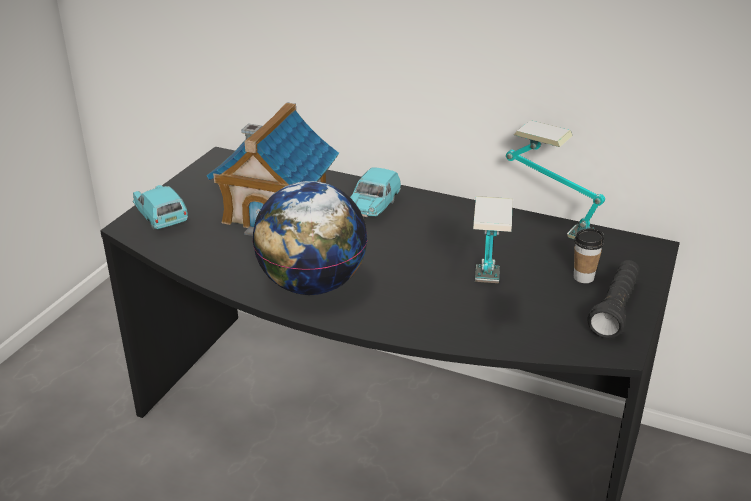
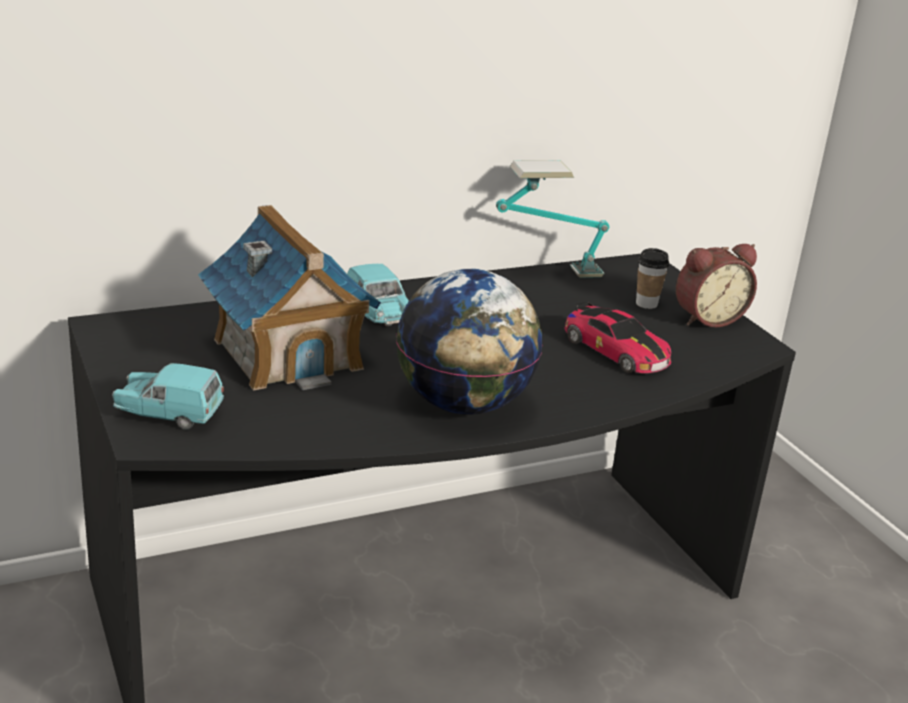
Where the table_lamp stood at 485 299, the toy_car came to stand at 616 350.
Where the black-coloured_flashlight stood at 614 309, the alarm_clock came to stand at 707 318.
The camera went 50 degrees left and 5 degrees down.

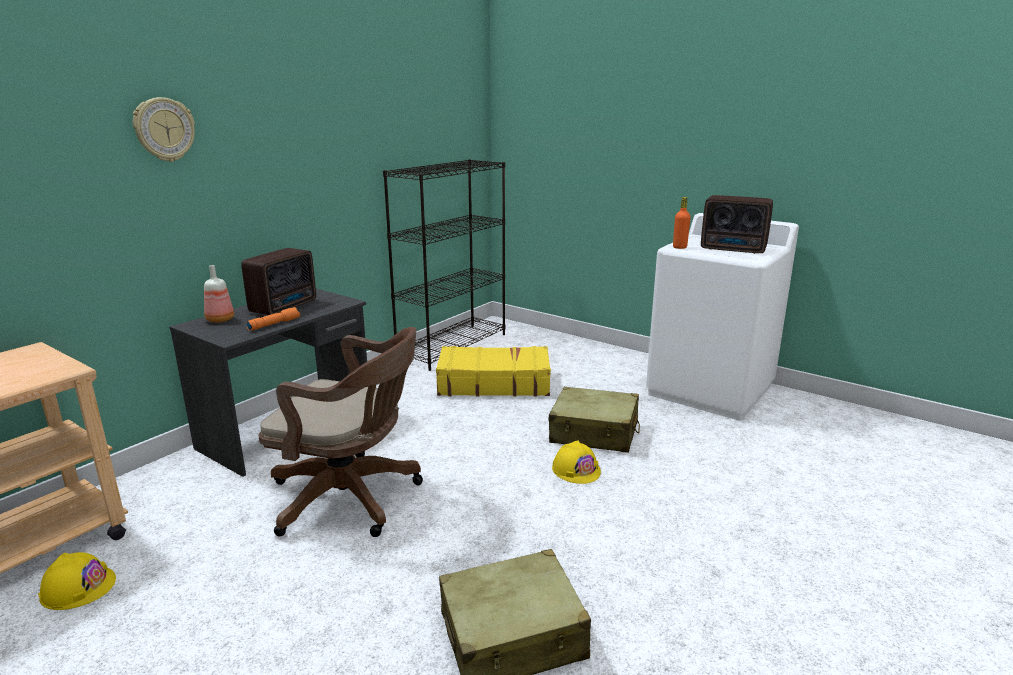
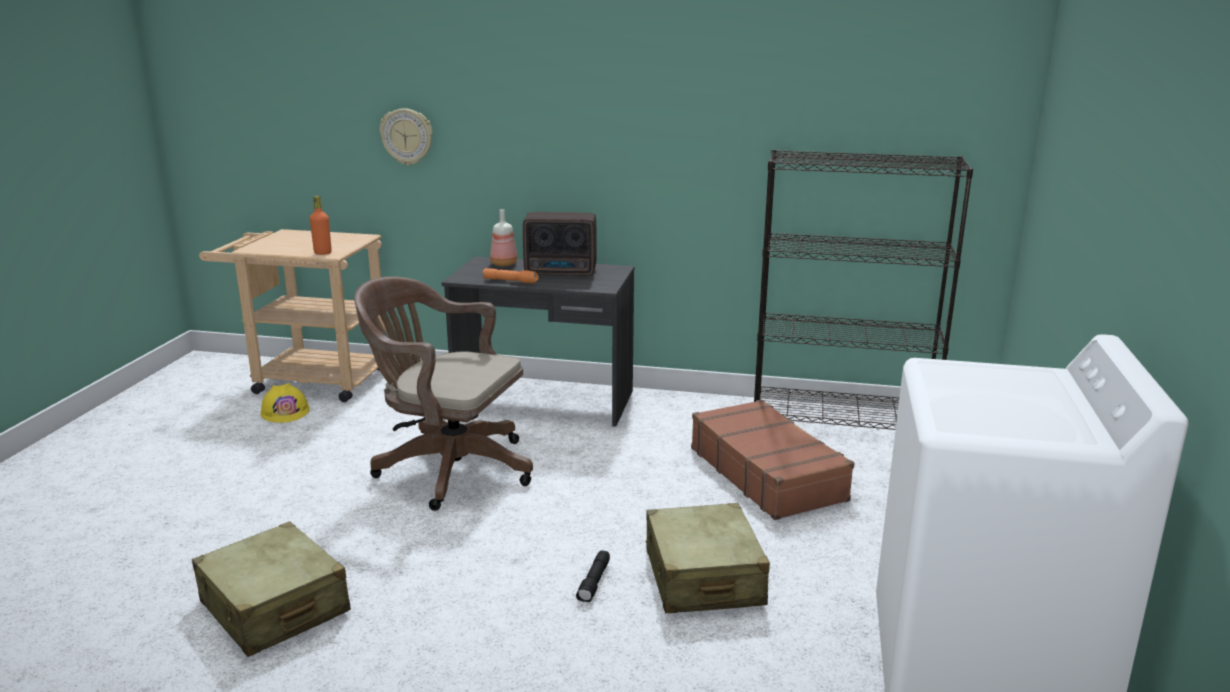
The wall_clock ended up elsewhere, having gone from 164 129 to 407 136.
The second view lost the radio_receiver at 734 250.
The orange-coloured_bottle ended up elsewhere, having gone from 679 247 to 323 253.
The brownish_desk_chair at 352 498 ended up facing another way, 120 degrees clockwise from before.
What was the yellow-coloured_suitcase at 493 383 turned into the brownish_suitcase at 767 473.
Where the yellow-coloured_hard_hat stood at 576 469, the black-coloured_flashlight came to stand at 594 583.
The camera went 65 degrees right and 0 degrees up.

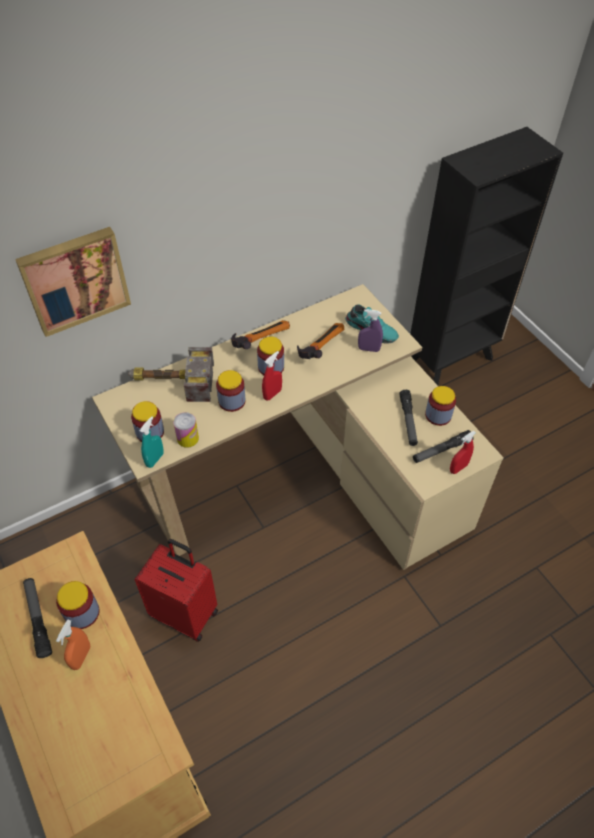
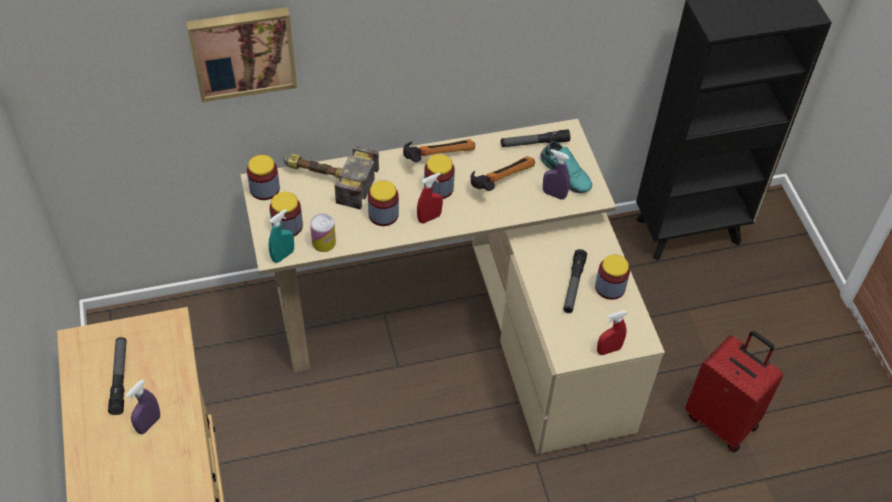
The flashlight ended up elsewhere, having gone from 441 450 to 534 143.
The reddish_suitcase ended up elsewhere, having gone from 186 613 to 722 420.
The jar ended up elsewhere, having gone from 82 613 to 264 189.
What was the orange-coloured_hand_sprayer at 81 657 turned into the purple_hand_sprayer at 149 424.
The camera went 15 degrees right and 0 degrees up.

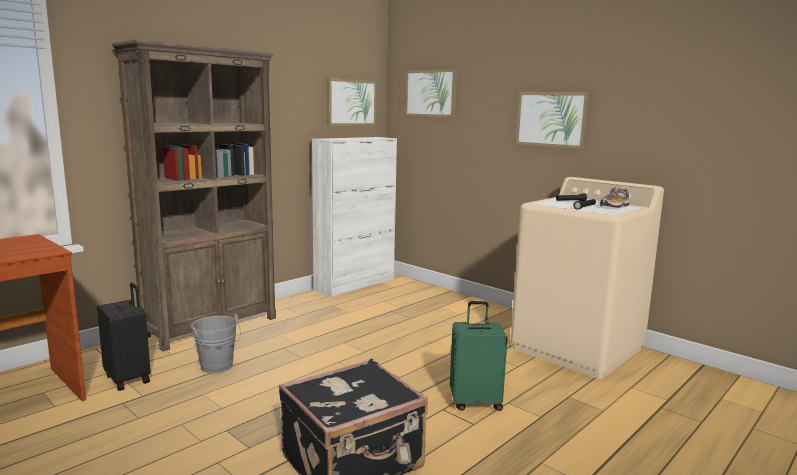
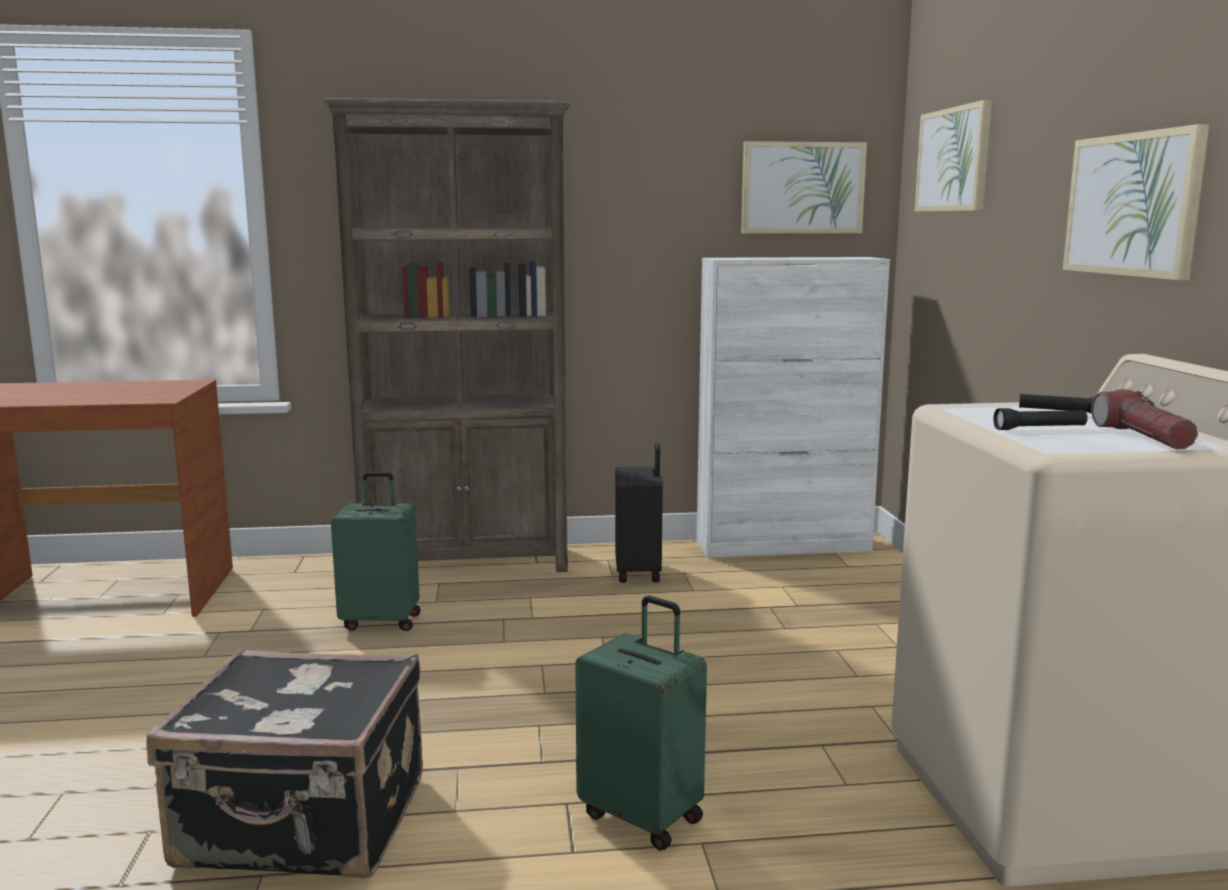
Where the low_shoe stood at 614 206, the flashlight came to stand at 1142 437.
The black-coloured_suitcase ended up elsewhere, having gone from 129 378 to 639 572.
Where the gray_pail stood at 218 367, the green-coloured_suitcase came to stand at 381 621.
The camera went 40 degrees right and 0 degrees up.

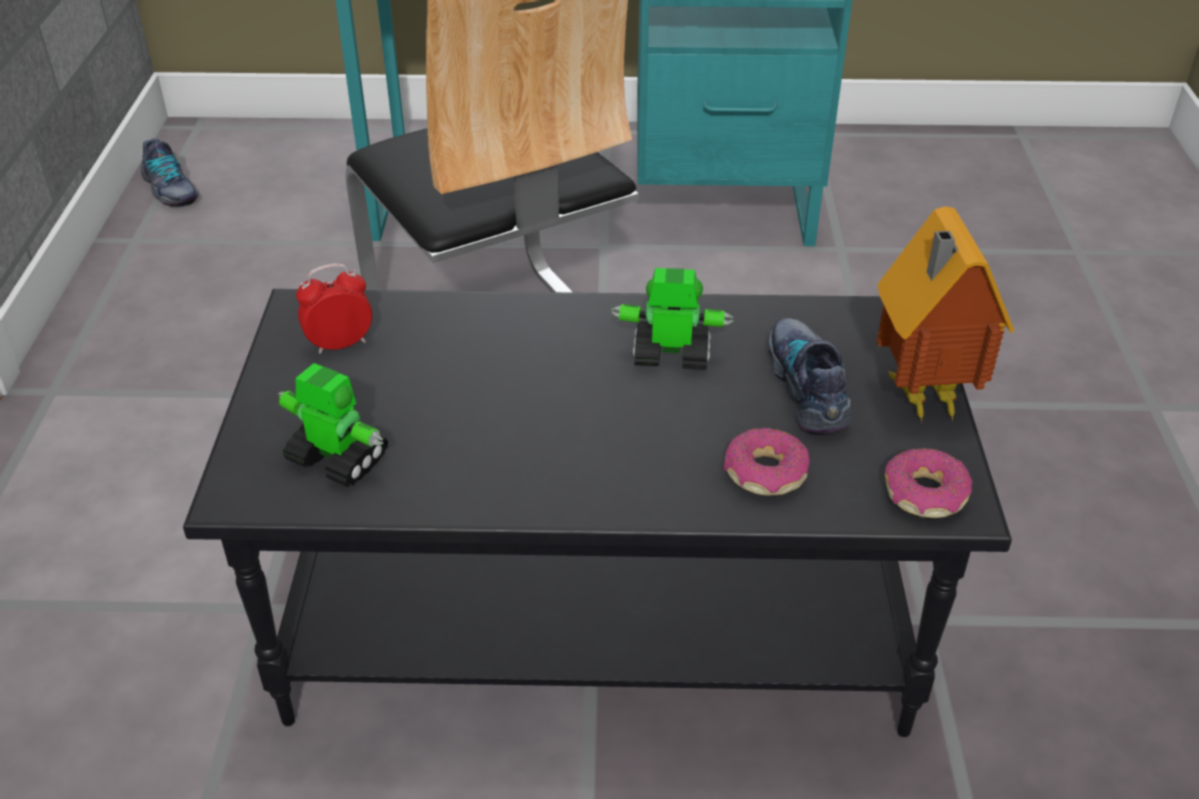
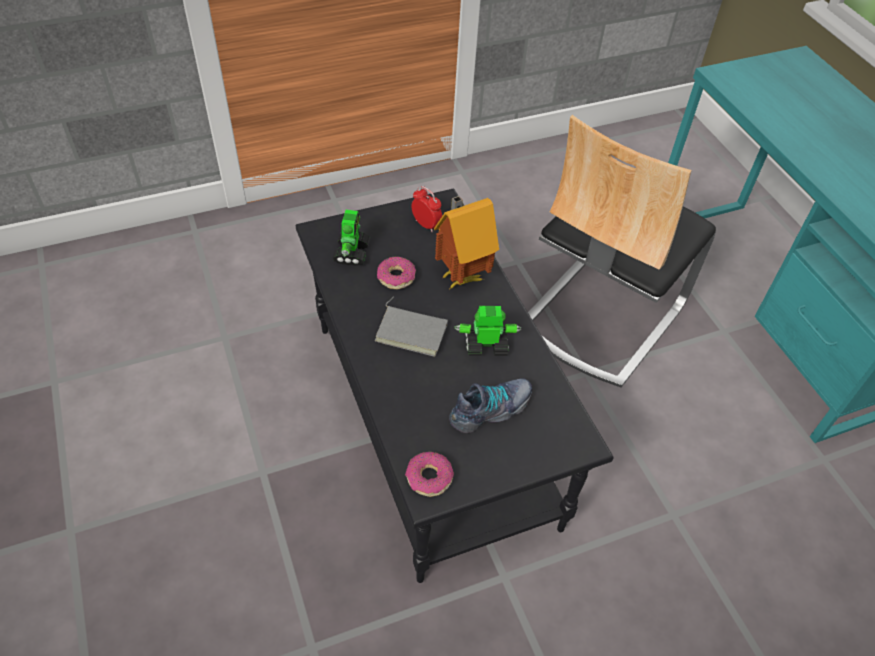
The second view lost the low_shoe at 170 190.
The model_house ended up elsewhere, having gone from 919 397 to 460 276.
The robot_figure at 670 354 ended up facing another way, 75 degrees counterclockwise from before.
The donut ended up elsewhere, having gone from 765 473 to 396 277.
The second view gained the gray_volume at 412 331.
The camera went 65 degrees right and 10 degrees up.

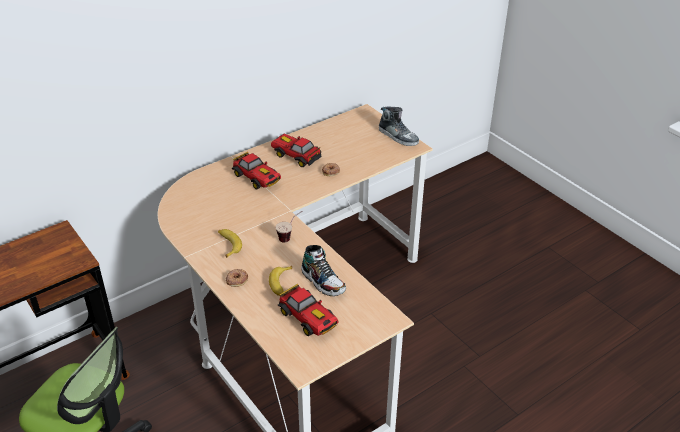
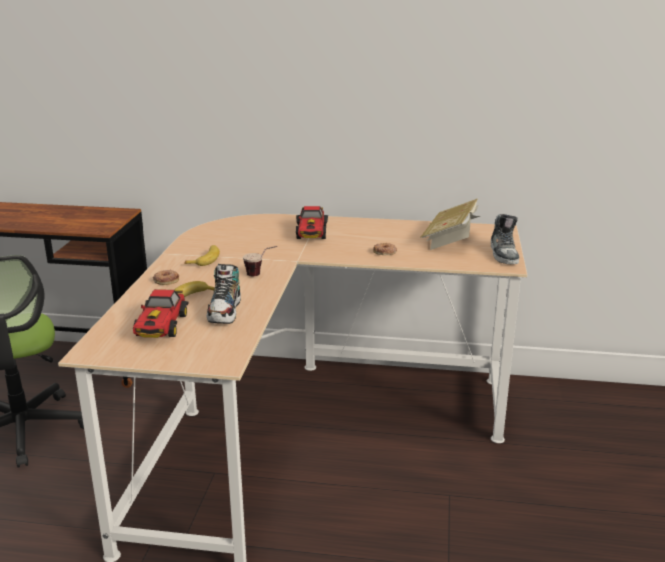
The second view lost the toy_car at 295 156.
The second view gained the volume at 451 240.
The camera went 45 degrees right and 15 degrees down.

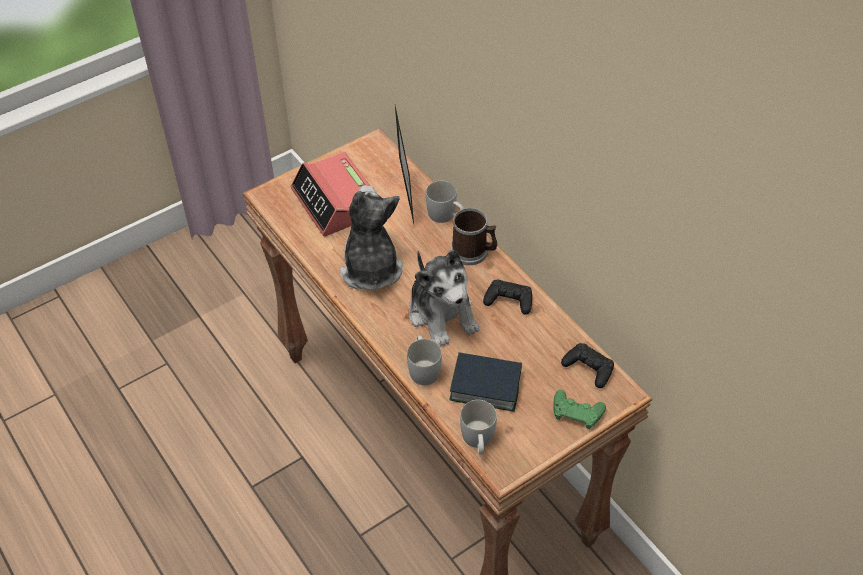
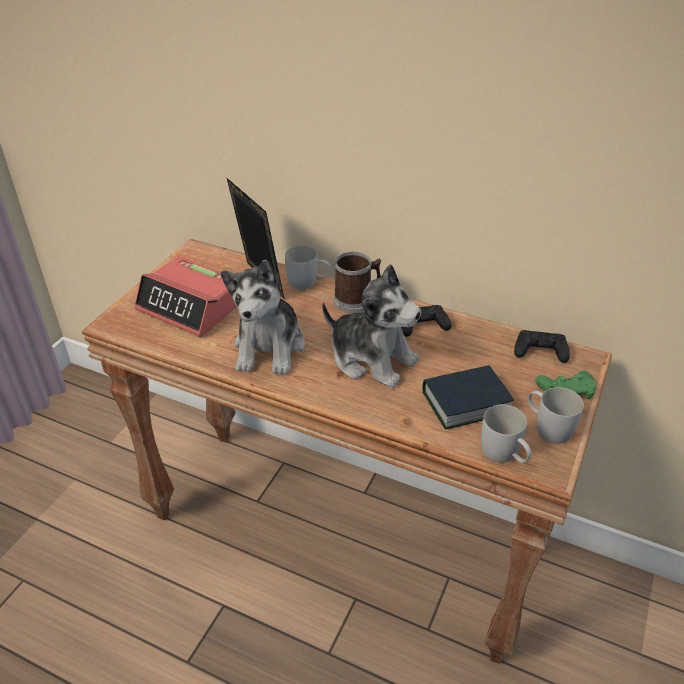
The plush_toy at 370 268 ended up facing another way, 135 degrees counterclockwise from before.
The white_coffee_mug ended up elsewhere, having gone from 423 368 to 547 427.
The camera went 30 degrees left and 10 degrees down.

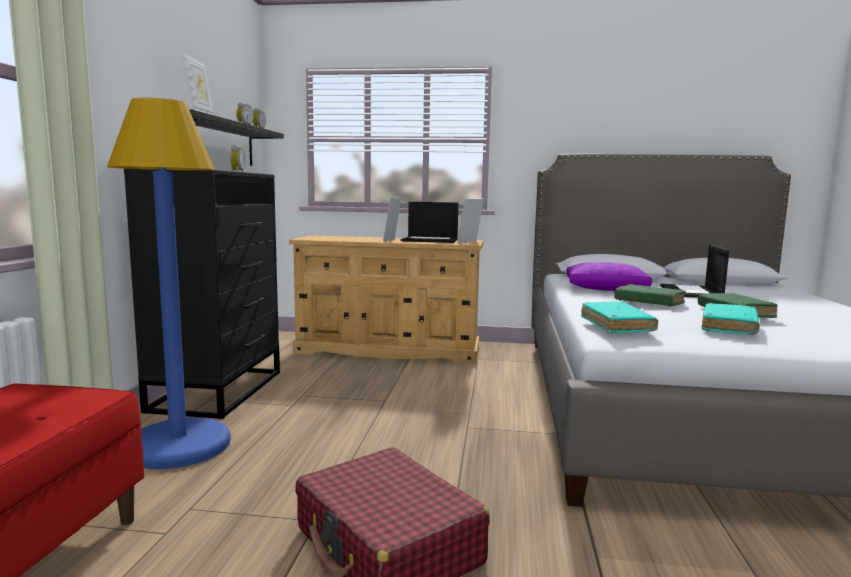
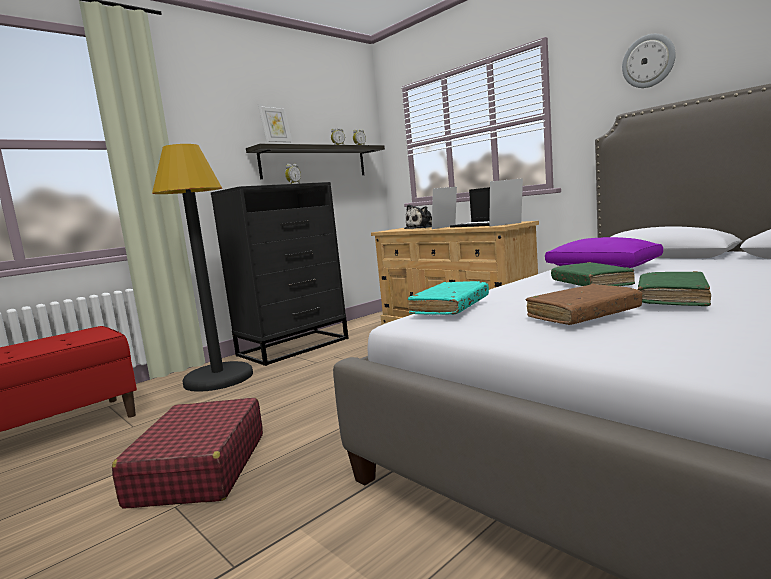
What was the blue_floor_lamp at 178 445 turned into the black-coloured_floor_lamp at 219 378.
The second view lost the laptop at 691 292.
What was the turquoise_volume at 728 327 turned into the brownish_volume at 583 315.
The second view gained the wall_clock at 648 61.
The second view gained the plush_toy at 422 228.
The camera went 40 degrees right and 0 degrees up.

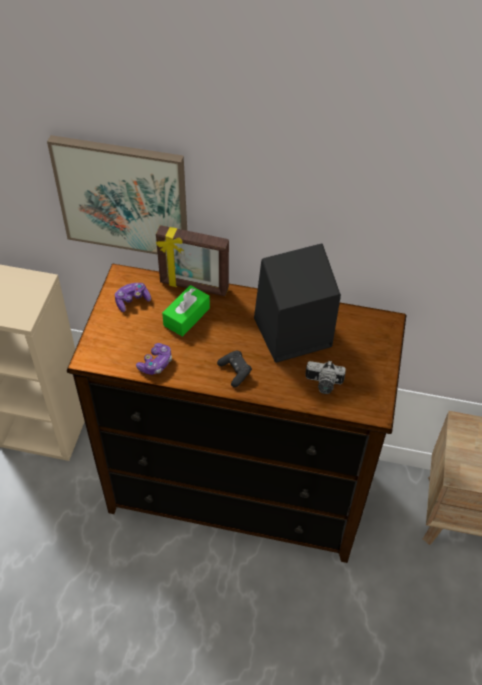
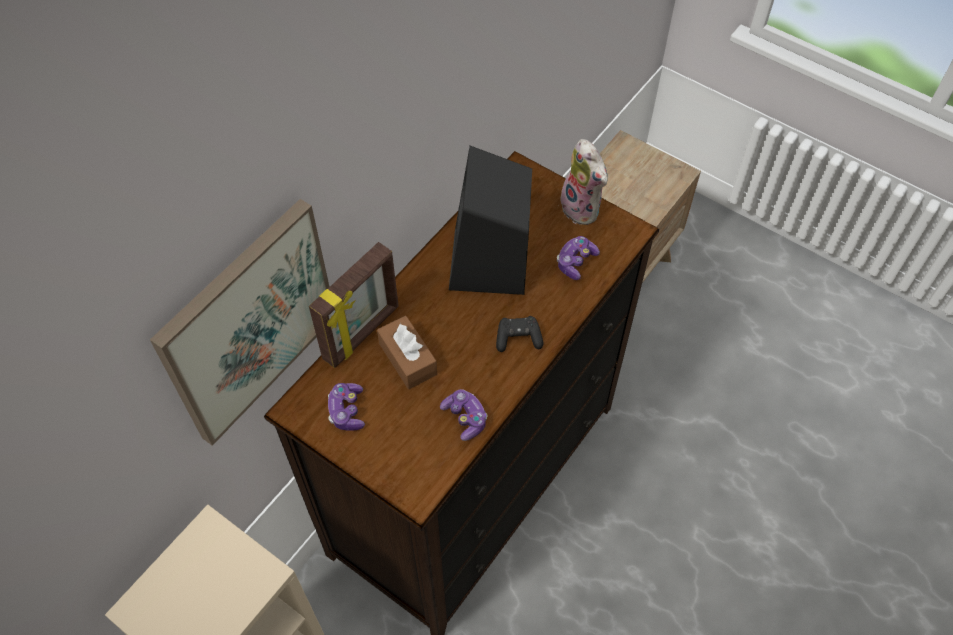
What was the green-coloured_tissue_box at 186 317 turned into the brownish_tissue_box at 408 359.
Where the photo_camera stood at 323 384, the joypad came to stand at 575 262.
The second view gained the plush_toy at 583 208.
The camera went 65 degrees left and 5 degrees up.

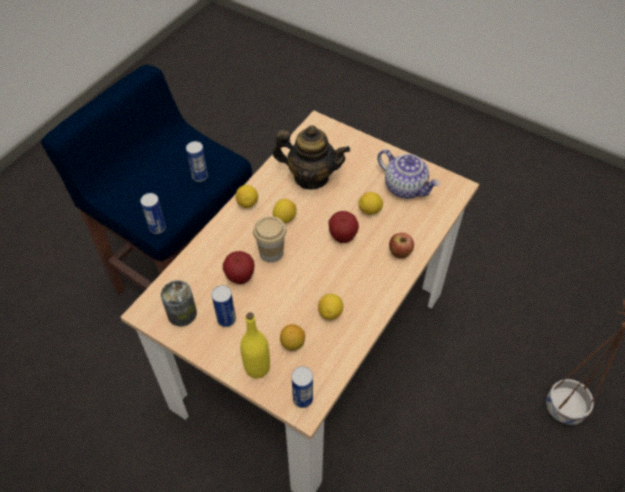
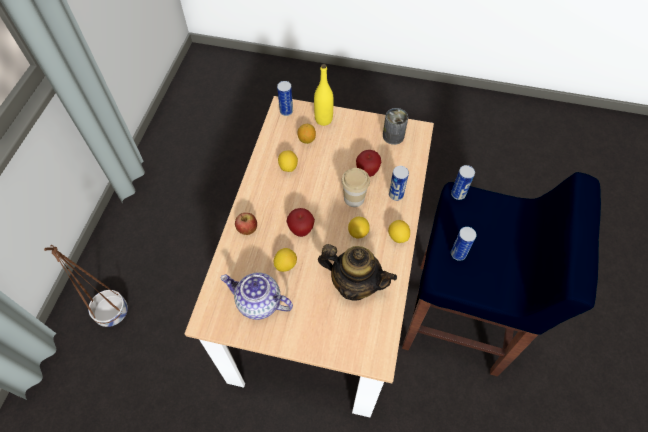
The pot_for_tea at 311 177 ended up facing another way, 150 degrees counterclockwise from before.
The metal_can ended up elsewhere, having gone from 226 319 to 396 195.
The camera went 160 degrees right and 5 degrees up.

